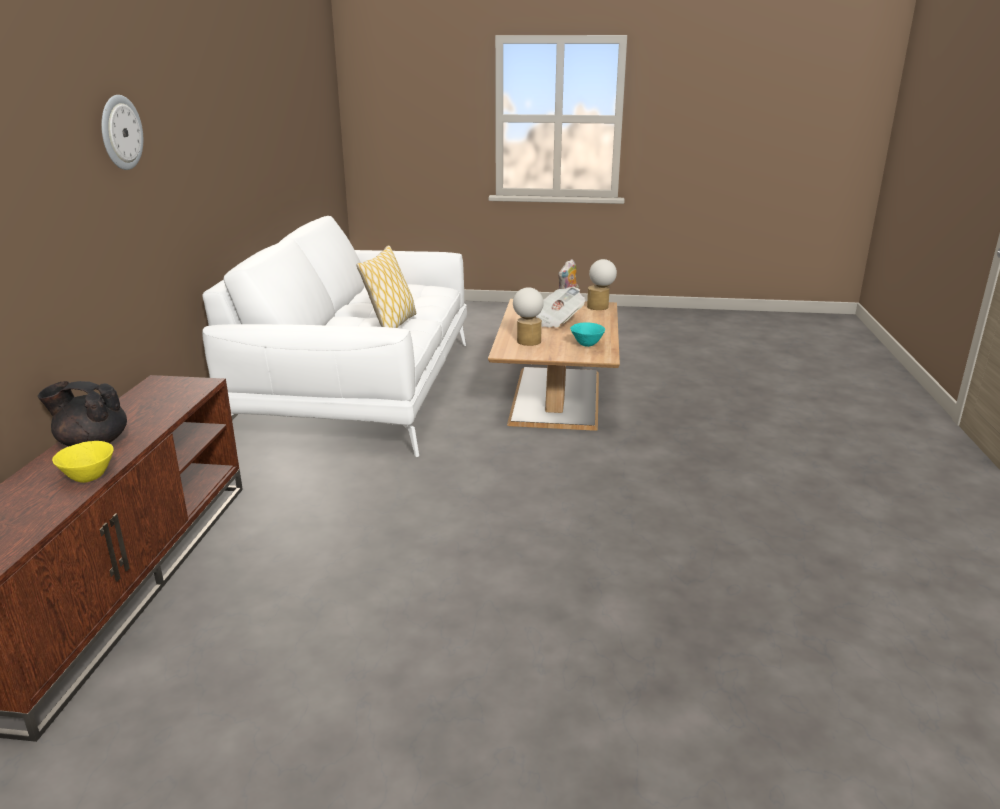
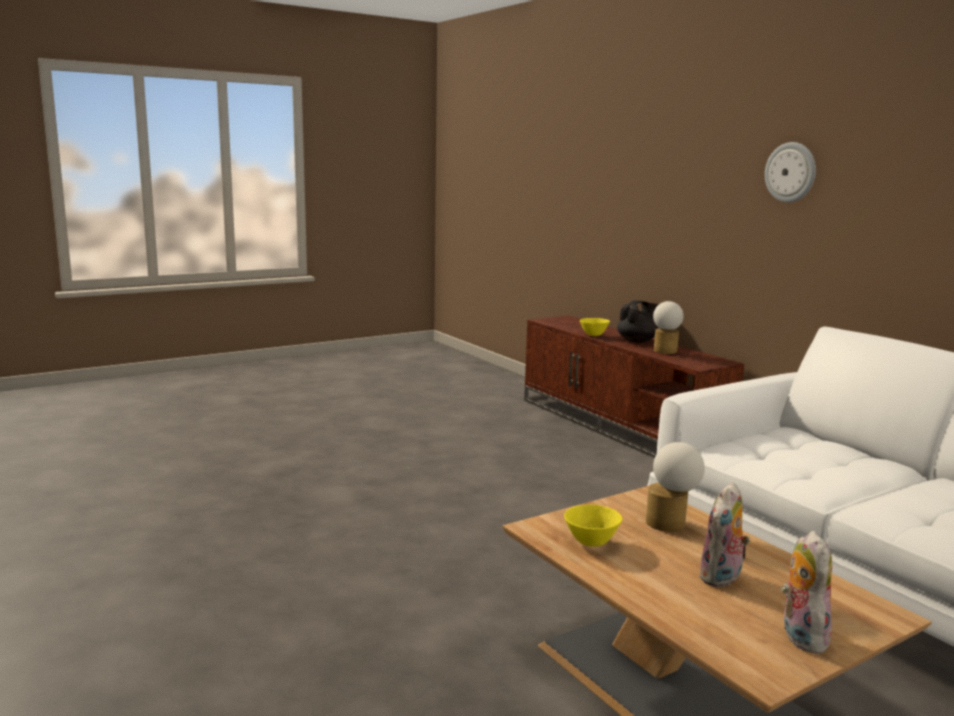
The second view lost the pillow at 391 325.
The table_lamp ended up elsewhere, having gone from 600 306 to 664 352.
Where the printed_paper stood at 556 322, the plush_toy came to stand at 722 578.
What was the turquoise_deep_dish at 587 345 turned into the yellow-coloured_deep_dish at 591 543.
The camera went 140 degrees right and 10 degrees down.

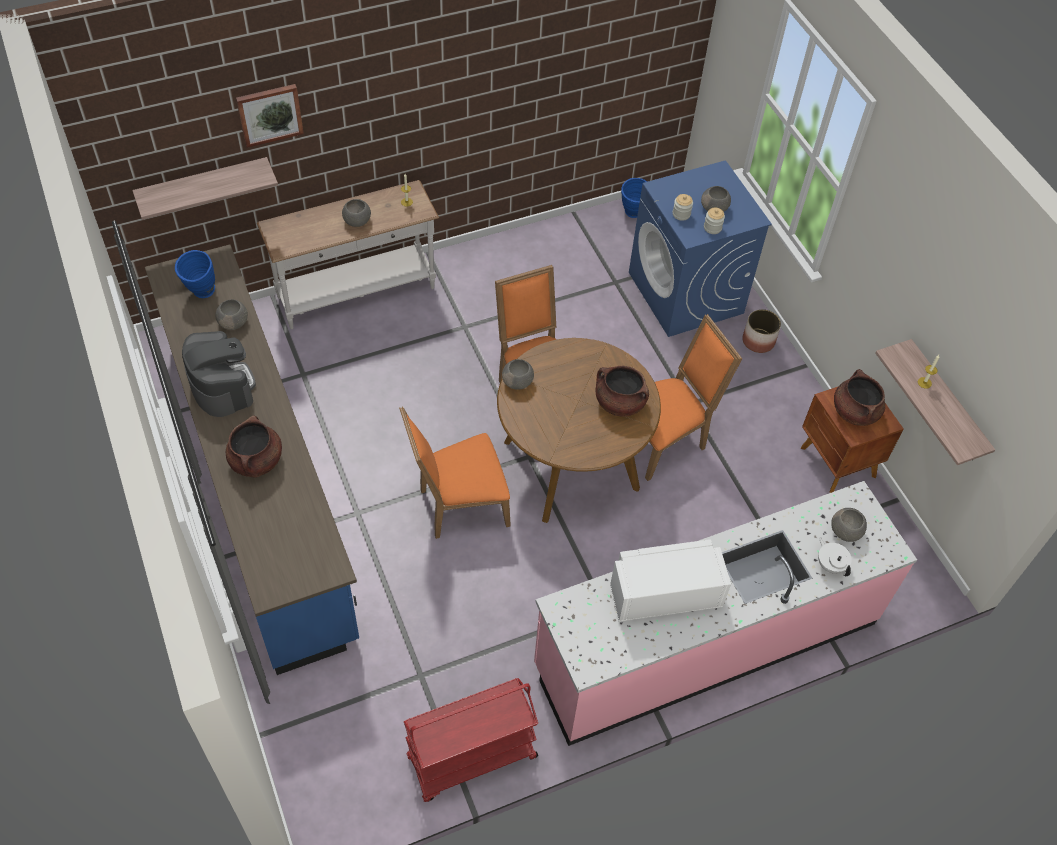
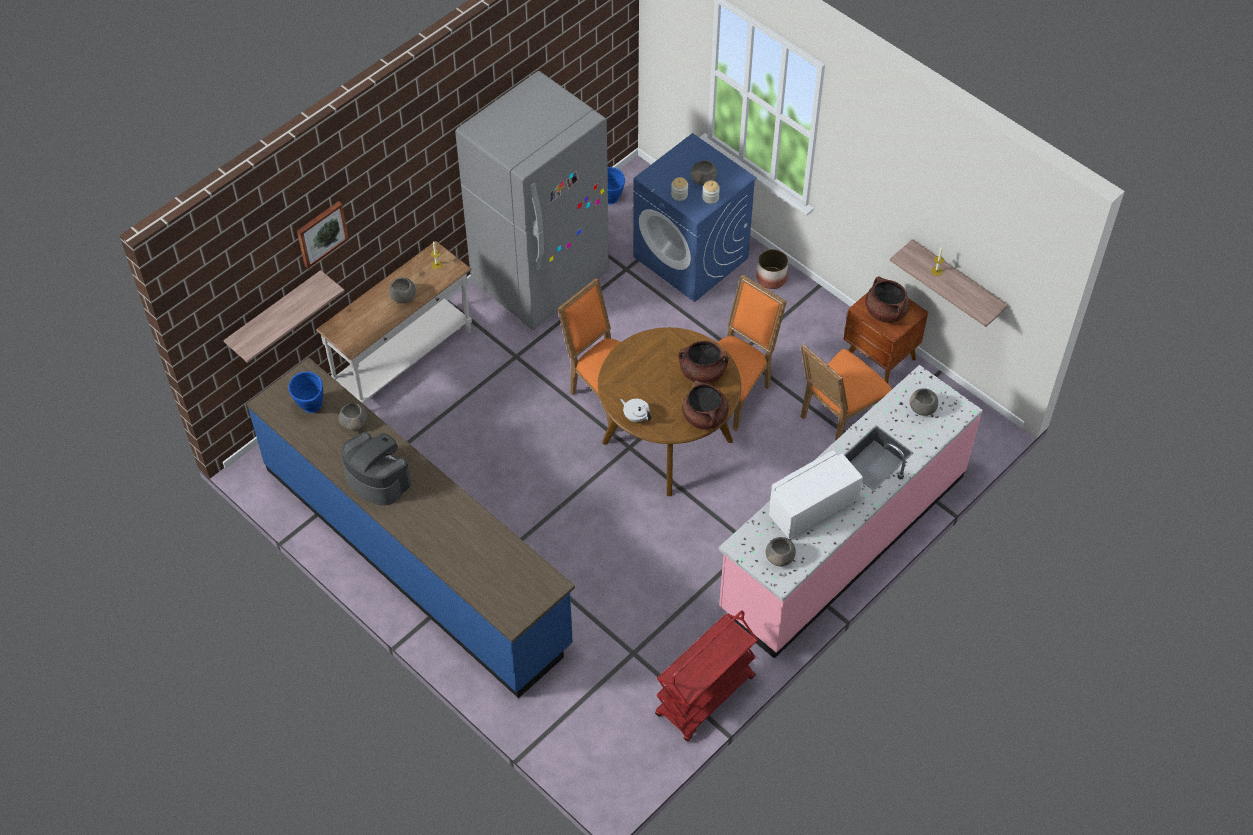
The gray_deep_dish ended up elsewhere, having gone from 518 381 to 780 557.
The orange-coloured_upright_chair ended up elsewhere, having gone from 458 506 to 838 418.
The brownish_saucepot ended up elsewhere, having gone from 256 461 to 704 417.
The white_pot_for_tea ended up elsewhere, having gone from 830 564 to 636 416.
The second view gained the gray_refrigerator at 540 280.
The camera went 20 degrees left and 0 degrees up.

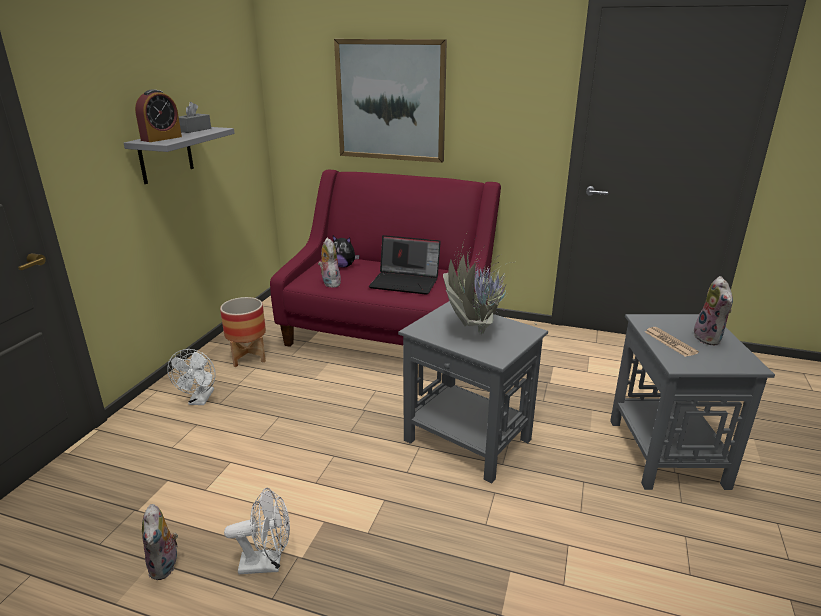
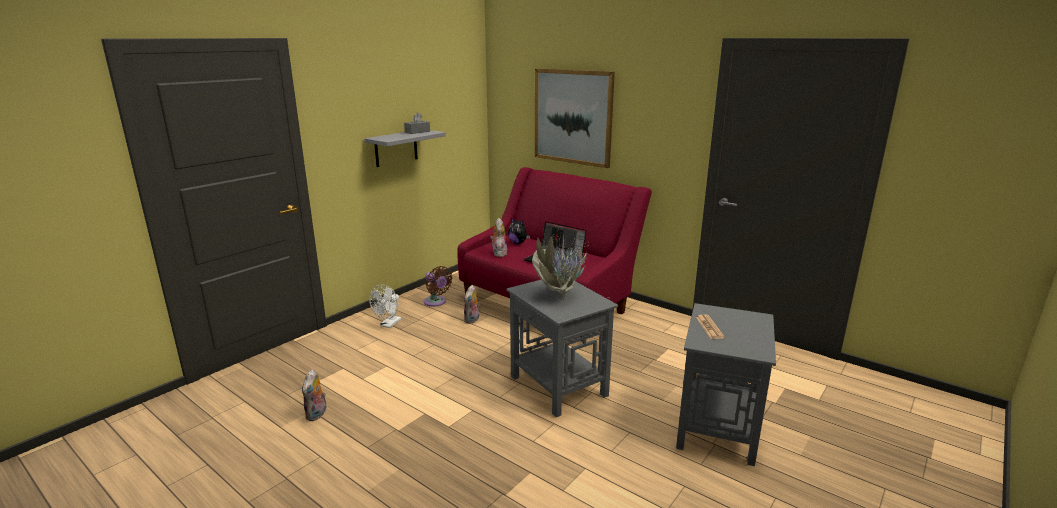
The second view lost the alarm_clock at 161 138.
The plush_toy ended up elsewhere, having gone from 710 338 to 472 320.
Where the plant_pot stood at 248 357, the brownish_cooling_fan came to stand at 436 302.
The second view lost the white_cooling_fan at 267 563.
The camera went 20 degrees right and 5 degrees down.

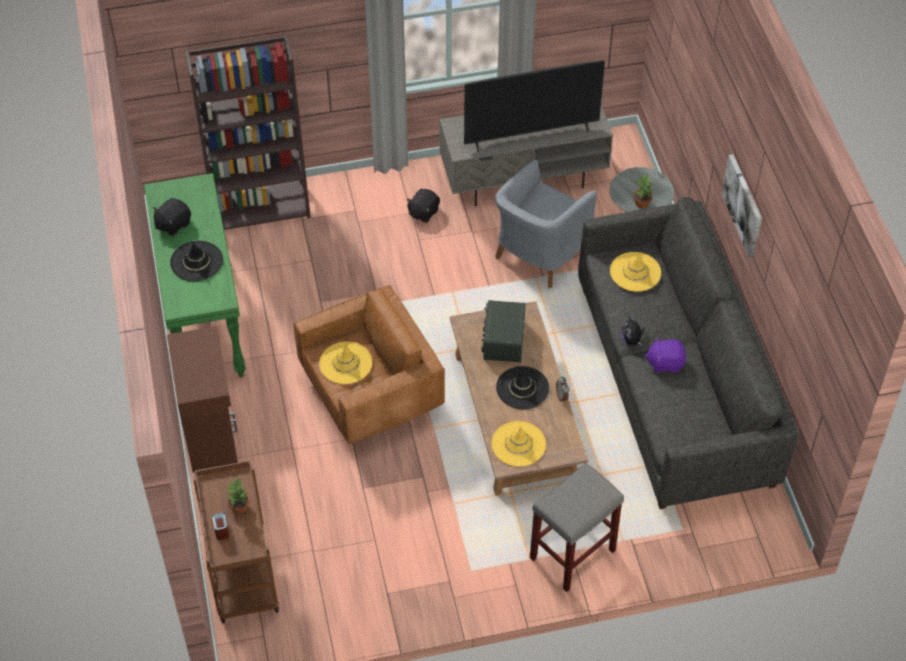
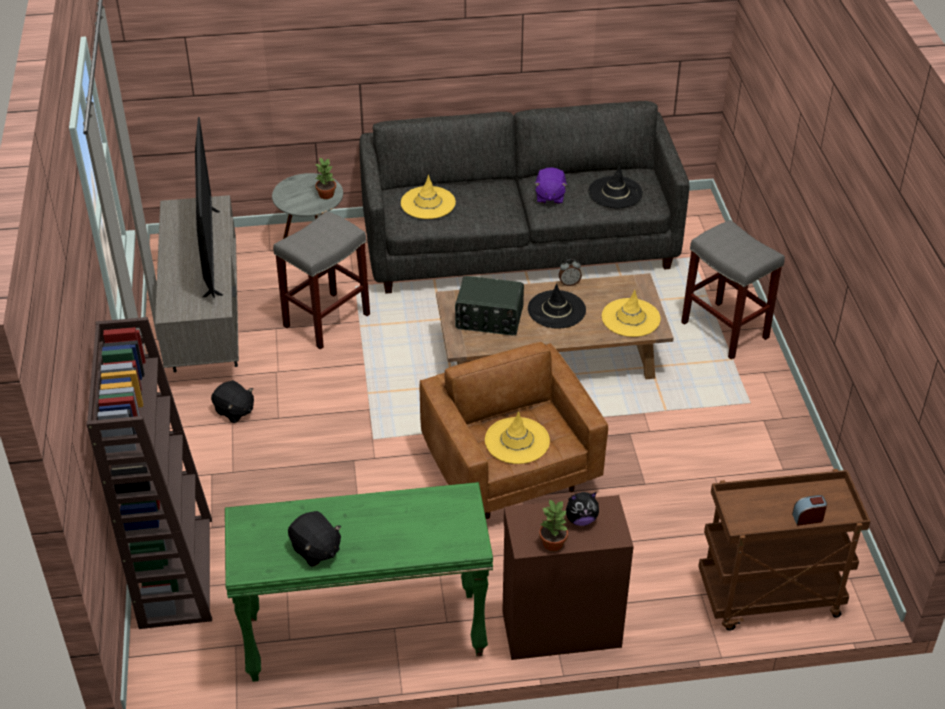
The second view lost the wall_picture at 743 205.
Where the gray_lounge_chair stood at 539 254, the gray_stool came to stand at 326 321.
The black-coloured_wearable_hat ended up elsewhere, having gone from 196 261 to 615 192.
The plush_toy ended up elsewhere, having gone from 631 340 to 581 519.
The houseplant ended up elsewhere, having gone from 240 507 to 553 543.
The camera went 85 degrees left and 10 degrees down.

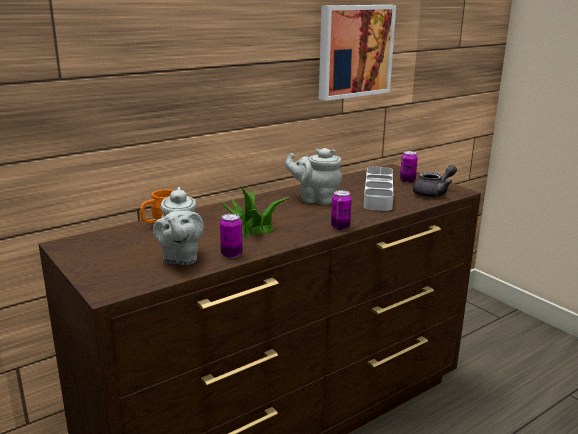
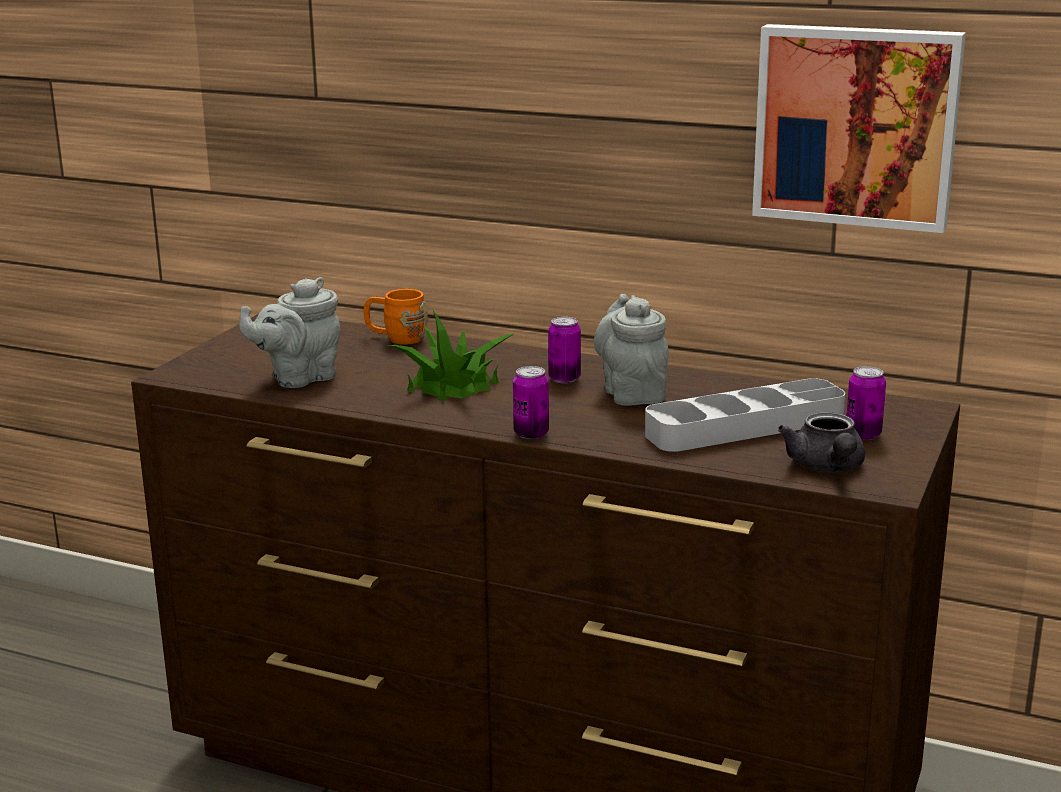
The gray_pot_for_tea at 433 193 ended up facing another way, 60 degrees clockwise from before.
The metal_can ended up elsewhere, having gone from 231 254 to 564 379.
The camera went 60 degrees right and 0 degrees up.

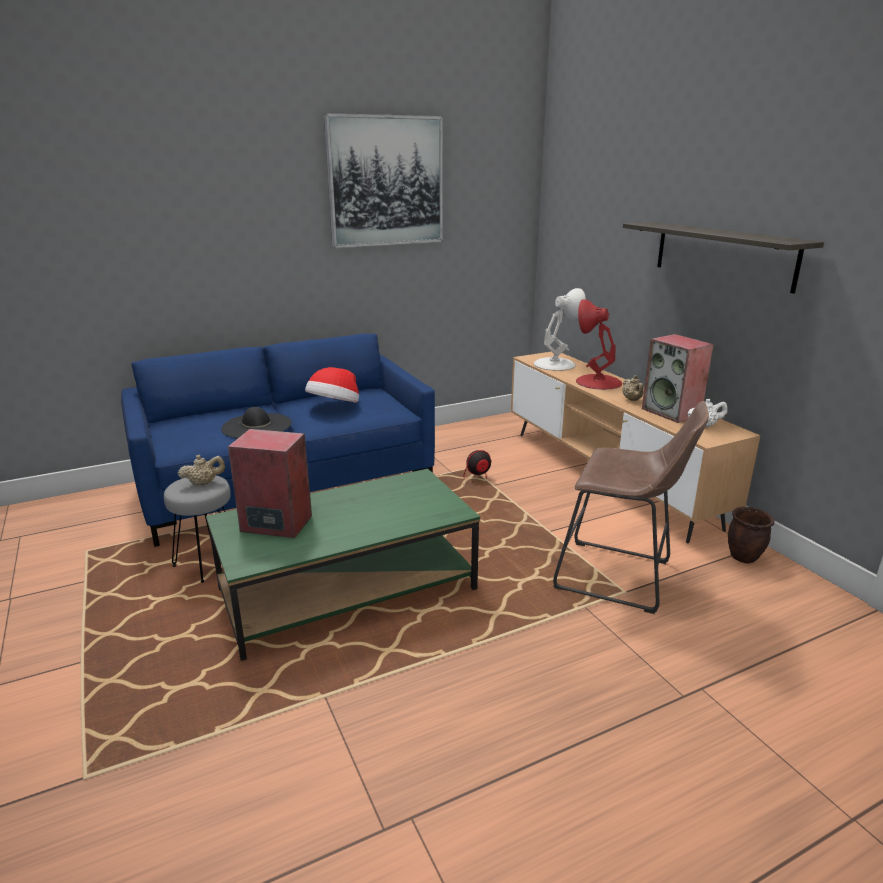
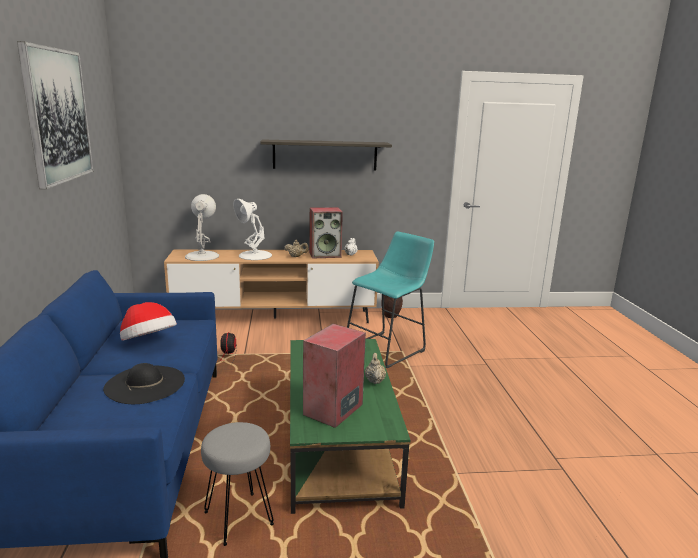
What was the reddish_table_lamp at 597 382 turned into the white_table_lamp at 254 255.
What was the brownish_stool at 620 578 turned into the turquoise_stool at 388 349.
The beige_pot_for_tea ended up elsewhere, having gone from 203 483 to 374 380.
The camera went 70 degrees left and 5 degrees down.

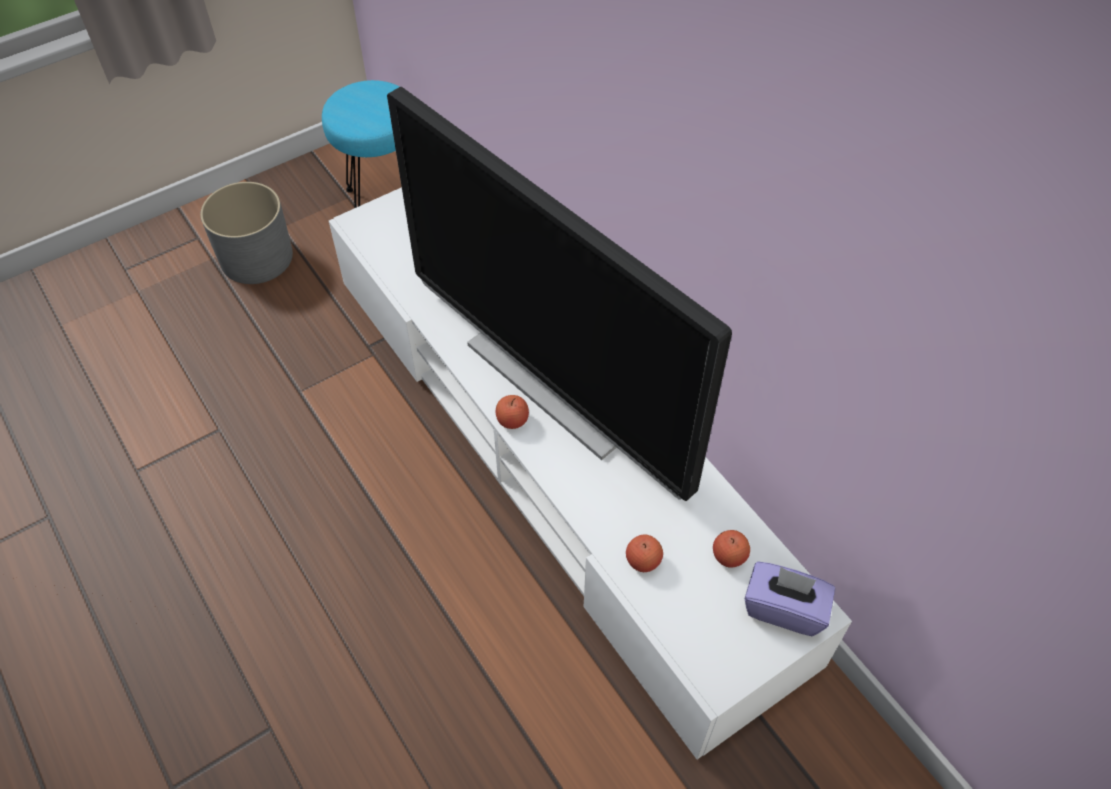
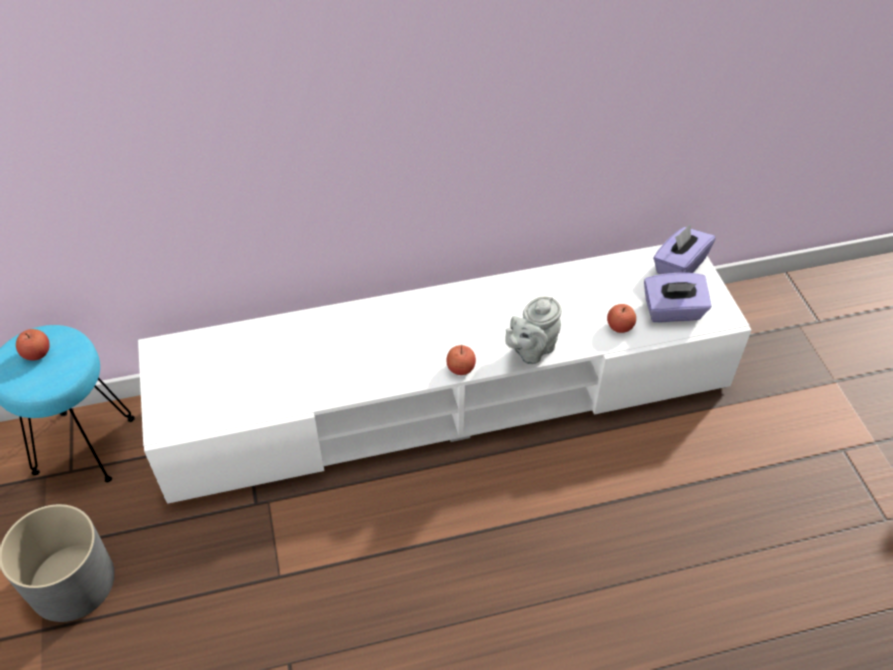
The second view lost the television at 554 383.
The whole_apple ended up elsewhere, having gone from 729 556 to 37 353.
The second view gained the purple_tissue_box at 672 311.
The second view gained the gray_pot_for_tea at 531 350.
The camera went 70 degrees left and 5 degrees down.

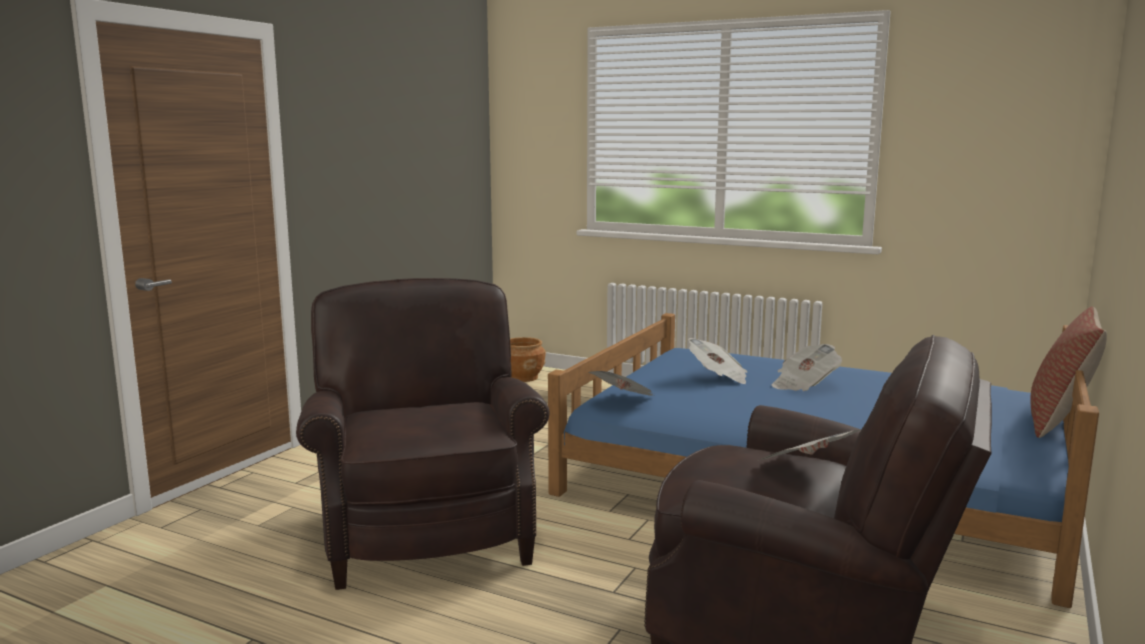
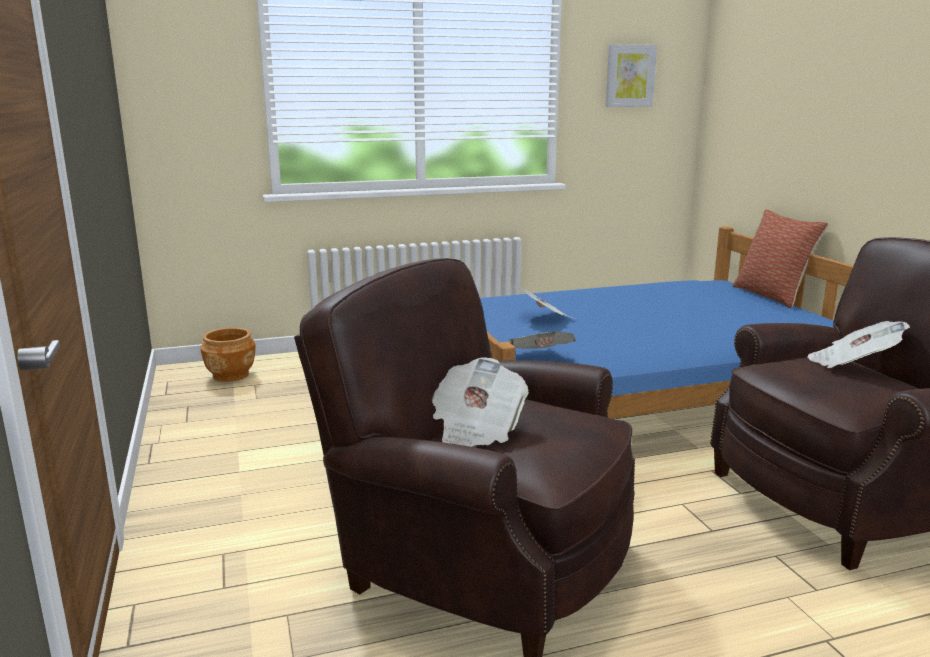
The printed_paper ended up elsewhere, having gone from 804 385 to 476 428.
The second view gained the wall_picture at 630 76.
The camera went 45 degrees left and 5 degrees up.

